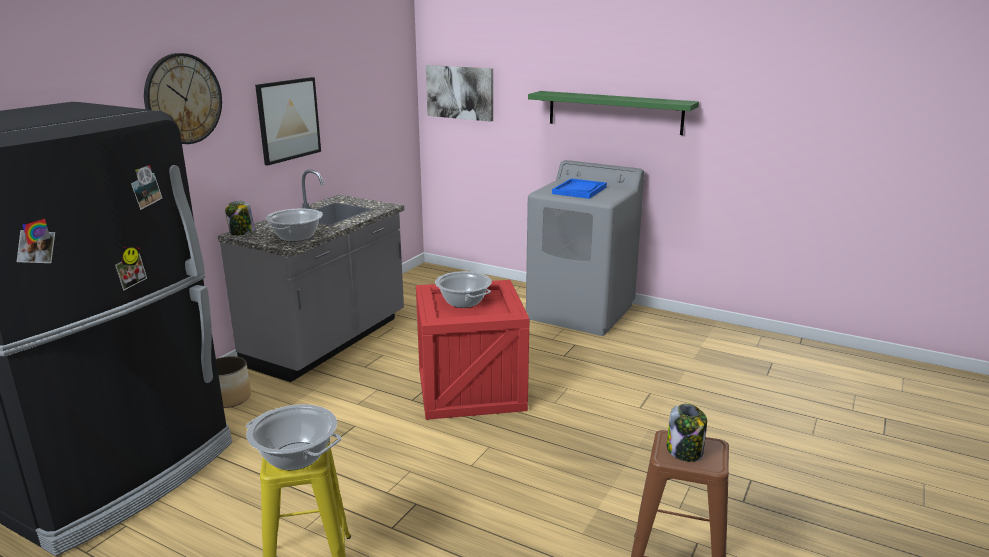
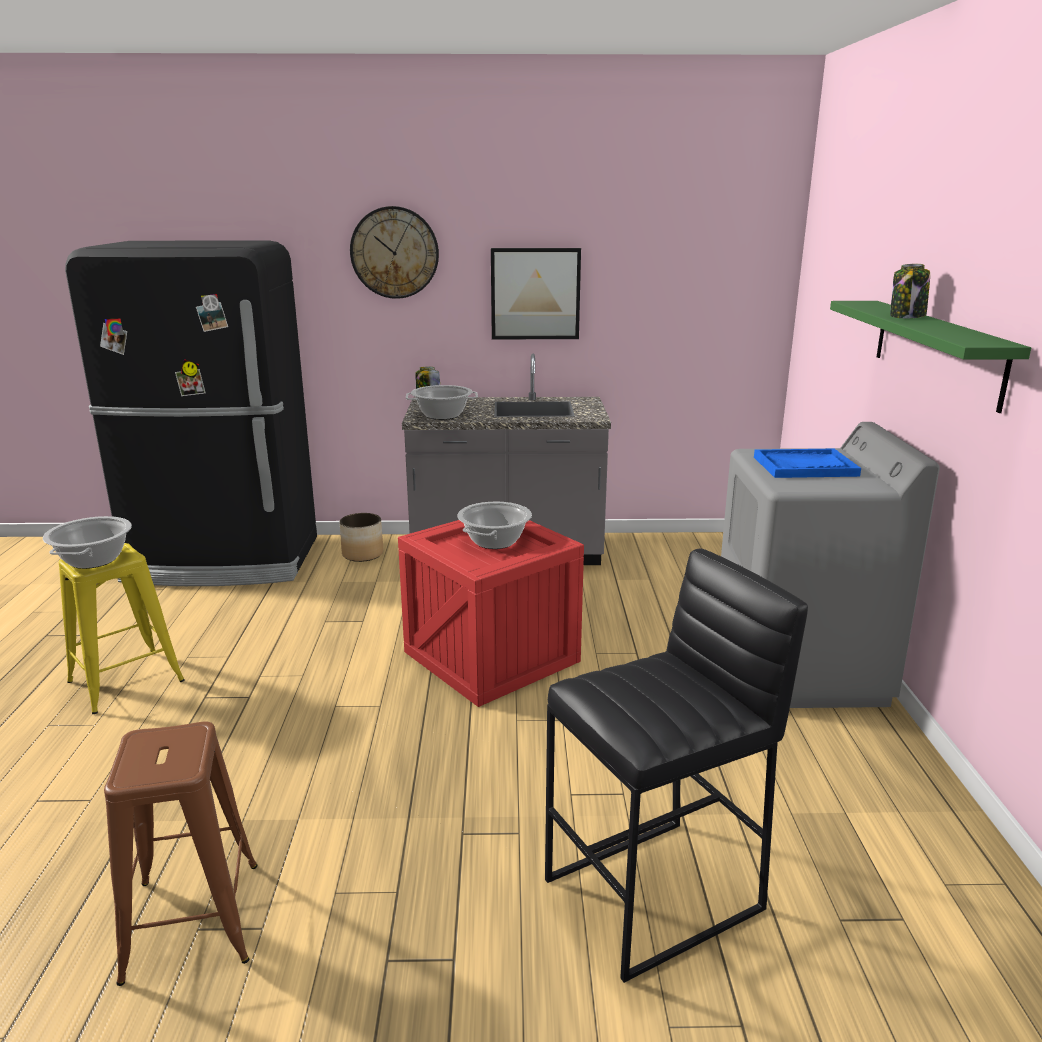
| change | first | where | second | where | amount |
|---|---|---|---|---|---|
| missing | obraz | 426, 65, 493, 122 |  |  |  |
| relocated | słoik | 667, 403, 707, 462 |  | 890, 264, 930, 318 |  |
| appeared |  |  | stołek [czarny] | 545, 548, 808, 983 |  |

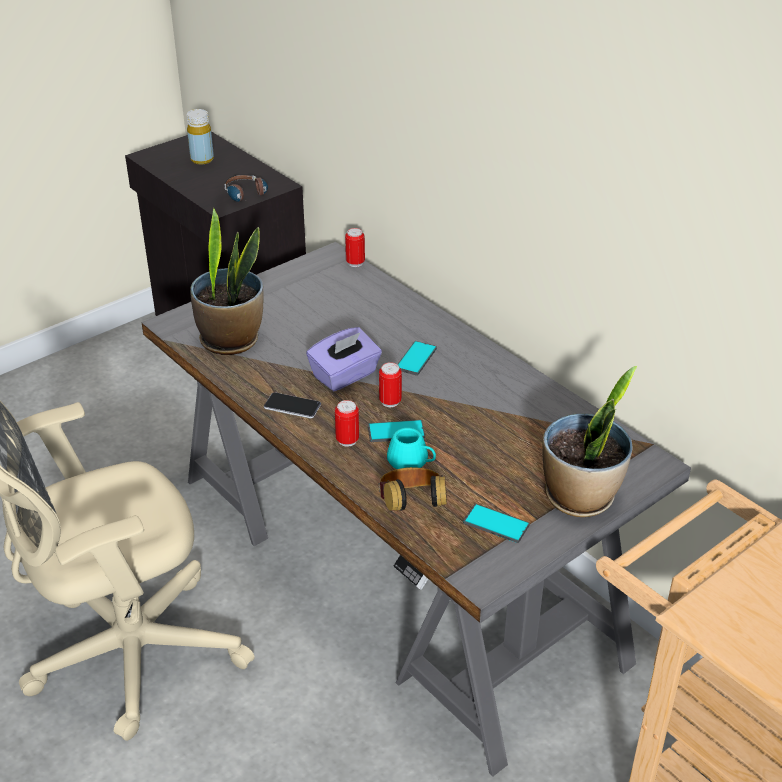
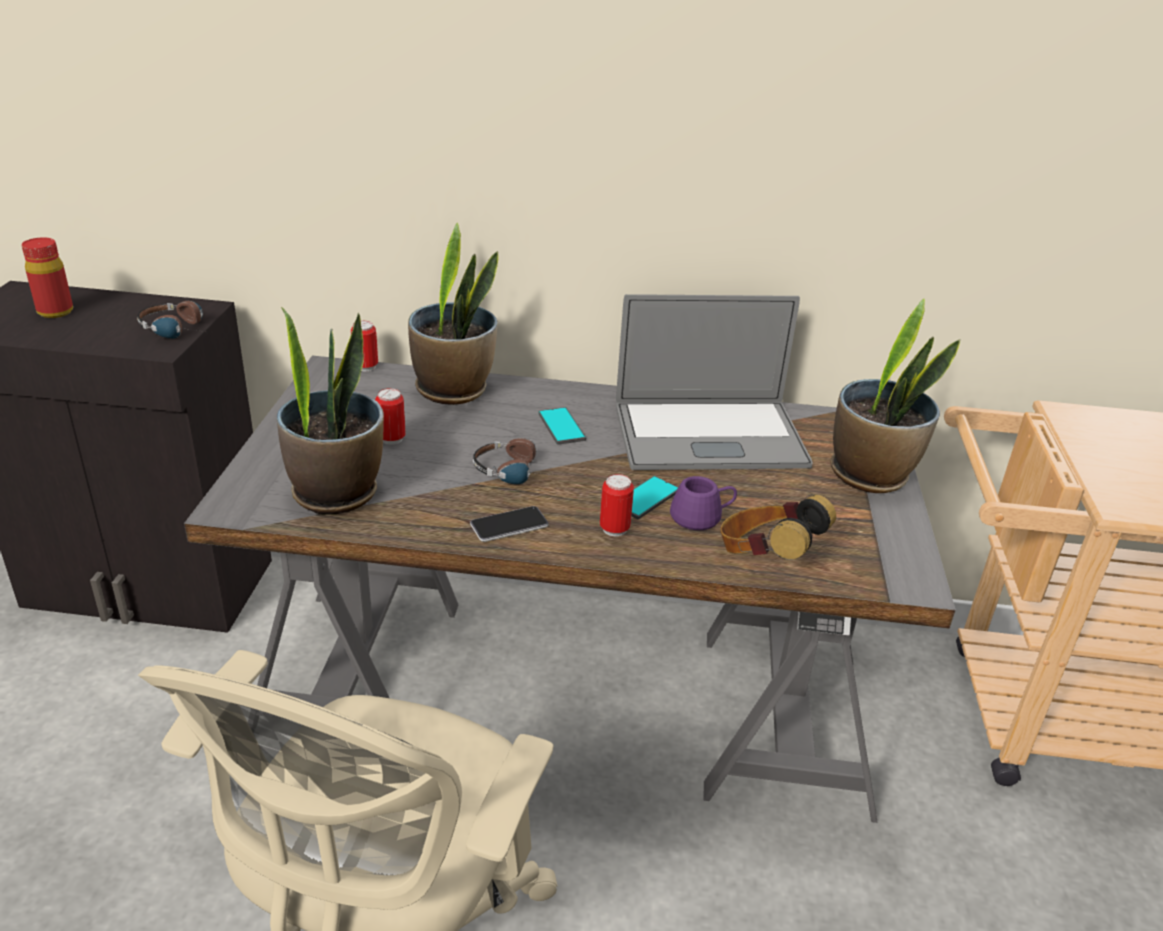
| change | first | where | second | where | amount |
|---|---|---|---|---|---|
| colour | butelka [żółty] | 187, 109, 214, 164 | butelka [czerwony] | 22, 237, 73, 318 |  |
| exchanged | pudełko chusteczek [fioletowy] | 306, 327, 382, 391 | słuchawki | 473, 438, 554, 484 |  |
| relocated | puszka | 379, 362, 402, 407 |  | 375, 388, 406, 445 |  |
| colour | kubek [turkusowy] | 387, 428, 436, 469 | kubek [fioletowy] | 670, 476, 737, 530 |  |
| missing | telefon | 463, 504, 530, 543 |  |  |  |
| appeared |  |  | roślina doniczkowa | 408, 223, 499, 405 |  |
| appeared |  |  | laptop | 616, 294, 813, 470 |  |

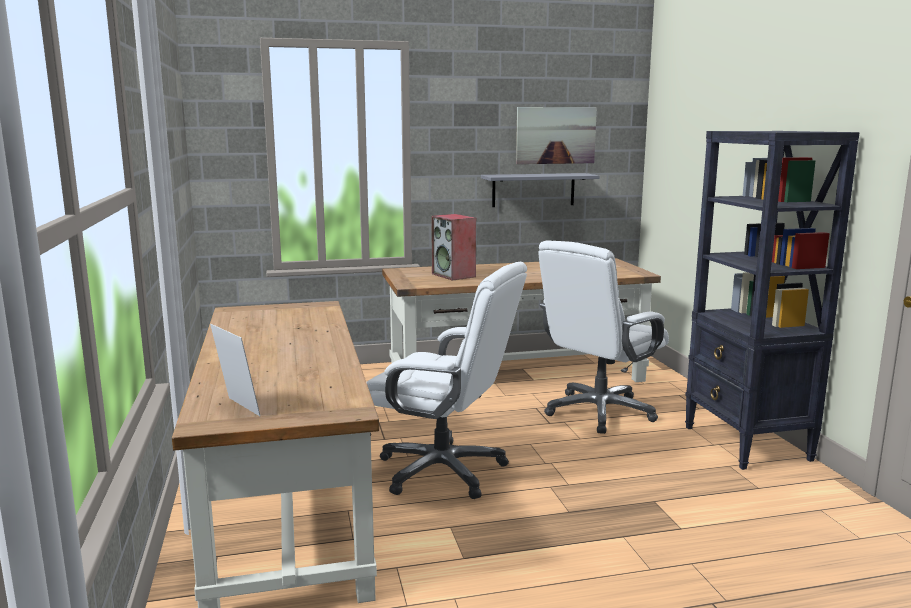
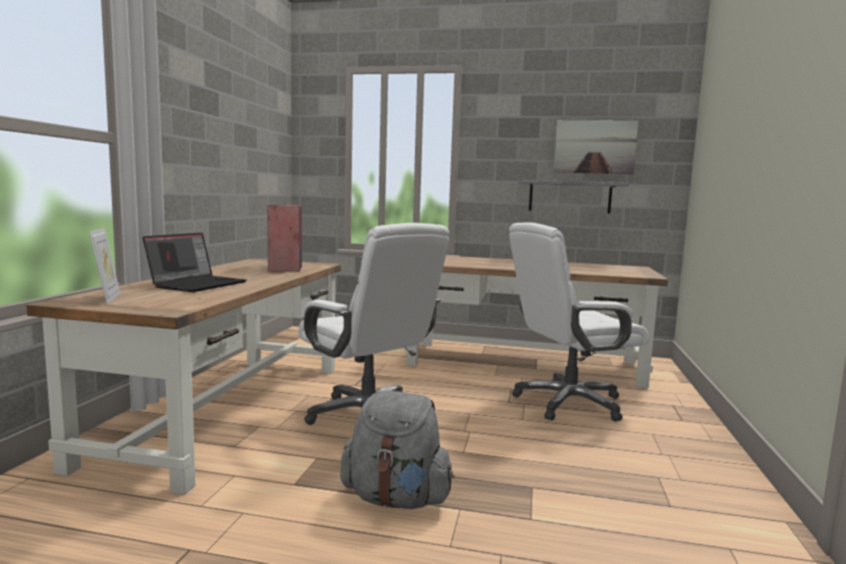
| change | first | where | second | where | amount |
|---|---|---|---|---|---|
| missing | regał [czarny] | 685, 131, 860, 470 |  |  |  |
| relocated | głośnik | 431, 214, 476, 281 |  | 267, 204, 302, 272 |  |
| appeared |  |  | laptop | 143, 233, 246, 292 |  |
| appeared |  |  | plecak [szary] | 340, 390, 455, 509 |  |

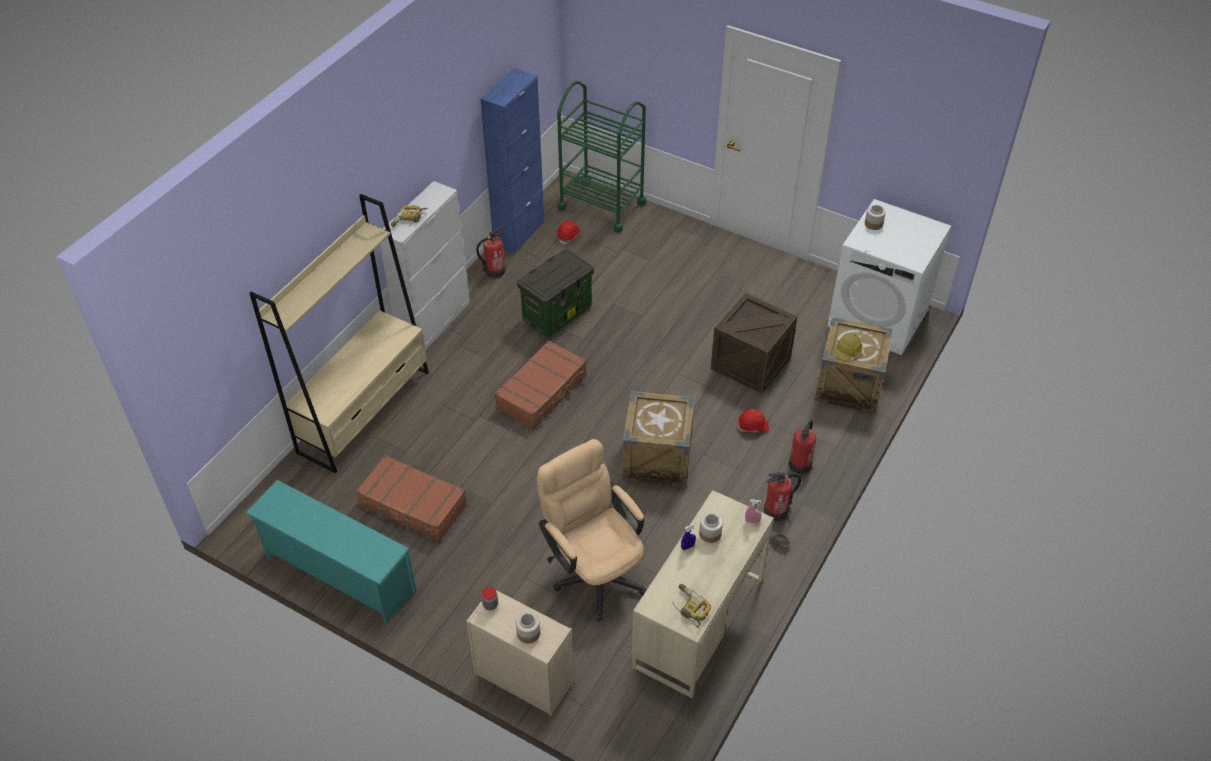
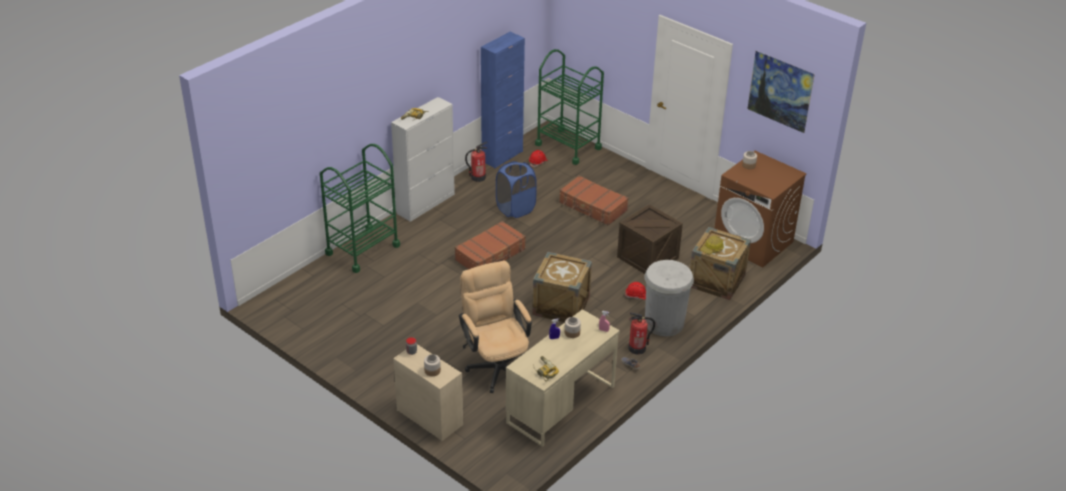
| change | first | where | second | where | amount |
|---|---|---|---|---|---|
| exchanged | regał [beżowy] | 249, 194, 429, 473 | wózek [zielony] | 320, 144, 400, 273 |  |
| colour | pralka [biały] | 828, 199, 951, 355 | pralka [brązowy] | 714, 151, 807, 267 |  |
| exchanged | pojemnik do przechowywania | 517, 249, 594, 337 | kosz na pranie [niebieski] | 496, 161, 537, 218 |  |
| exchanged | gaśnica | 788, 420, 816, 474 | kosz na śmieci [biały] | 645, 260, 694, 336 |  |
| relocated | walizka [brązowy] | 356, 455, 467, 542 |  | 559, 175, 629, 226 |  |
| missing | regał na buty [turkusowy] | 245, 480, 416, 624 |  |  |  |
| appeared |  |  | obraz | 747, 51, 815, 133 |  |

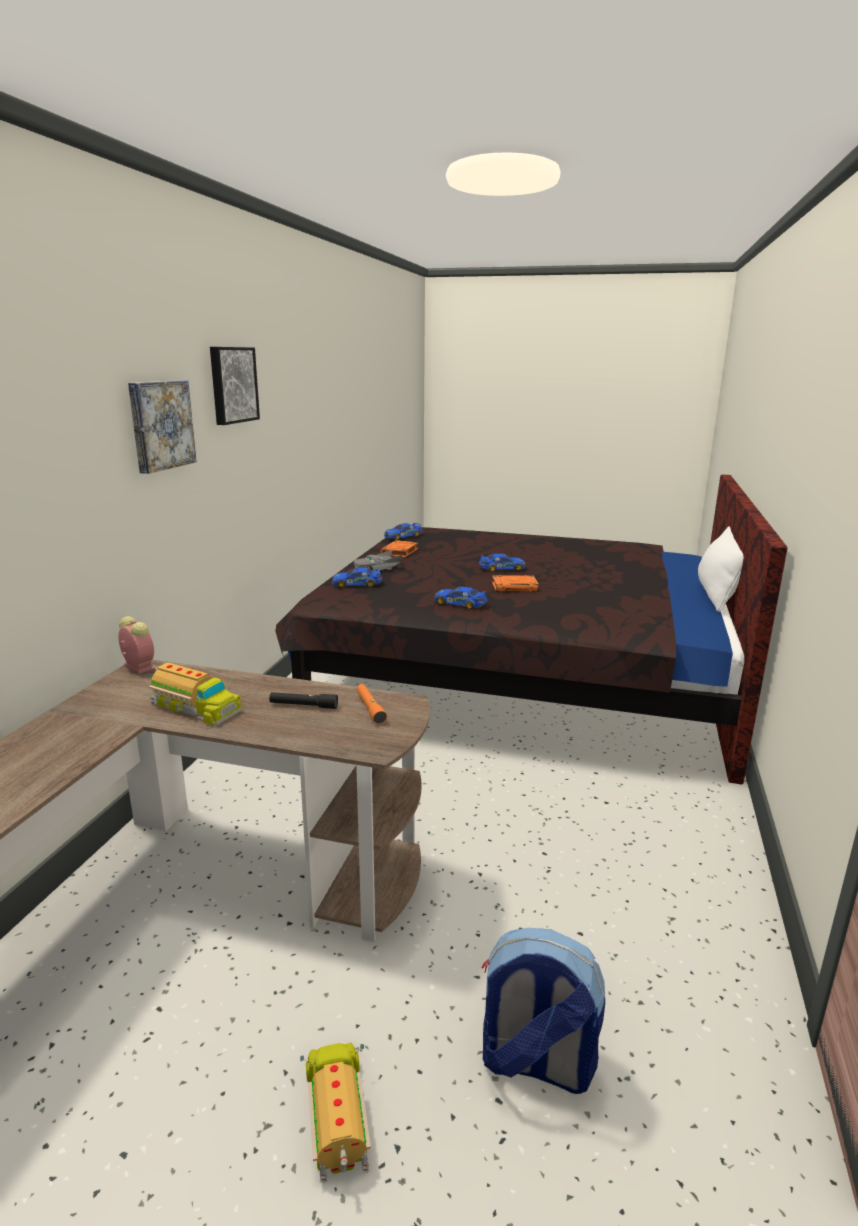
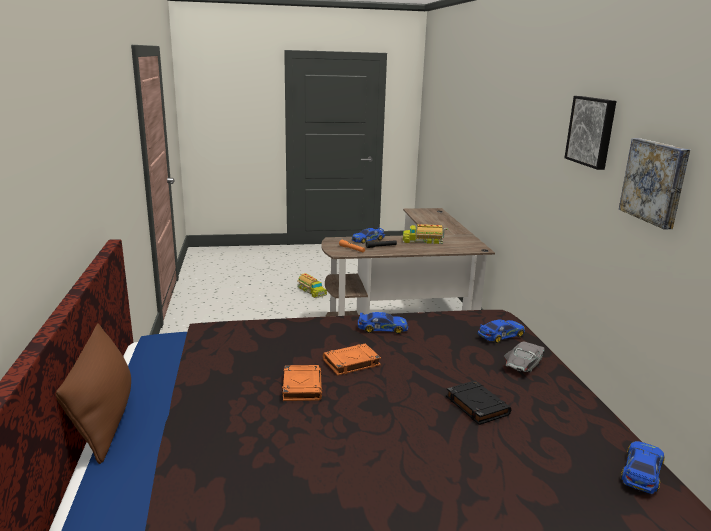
| change | first | where | second | where | amount |
|---|---|---|---|---|---|
| relocated | obraz | 128, 380, 197, 474 |  | 619, 138, 690, 229 |  |
| colour | poduszka [biały] | 698, 526, 743, 612 | poduszka [brązowy] | 56, 323, 131, 464 |  |
| relocated | książka [pomarańczowy] | 380, 540, 418, 557 |  | 282, 365, 322, 401 |  |
| relocated | samochodzik | 479, 554, 526, 572 |  | 352, 228, 385, 244 |  |
| missing | budzik | 118, 616, 154, 674 |  |  |  |
| missing | plecak | 482, 928, 605, 1094 |  |  |  |
| appeared |  |  | książka [czarny] | 446, 380, 511, 425 |  |

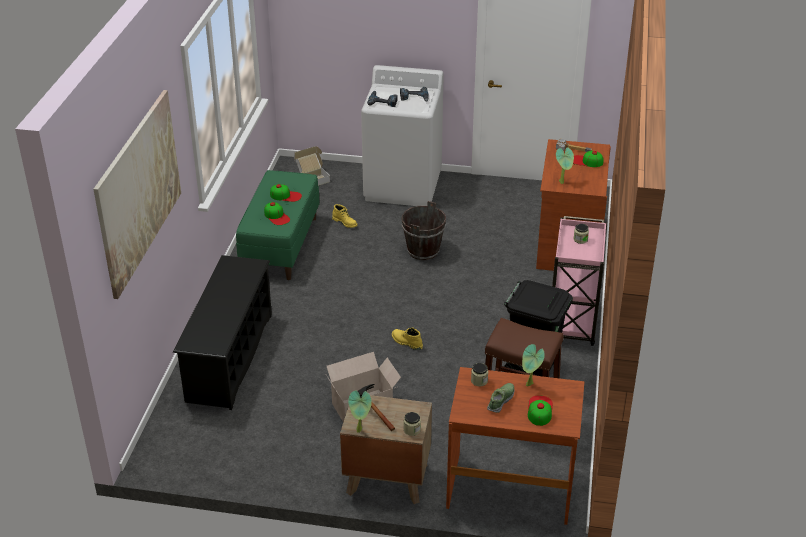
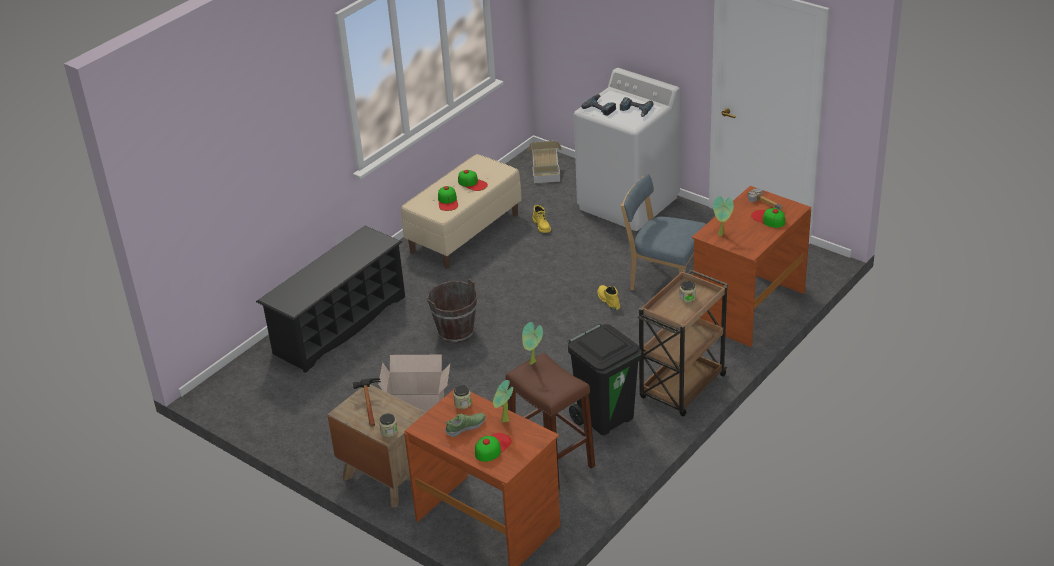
| change | first | where | second | where | amount |
|---|---|---|---|---|---|
| missing | obraz | 93, 90, 181, 299 |  |  |  |
| colour | ławka [zielony] | 236, 170, 320, 280 | ławka [beżowy] | 401, 154, 522, 268 |  |
| relocated | wiadro [brązowy] | 402, 201, 446, 260 |  | 427, 279, 478, 343 |  |
| colour | wózek [różowy] | 552, 216, 607, 346 | wózek [brązowy] | 637, 269, 728, 417 |  |
| relocated | but z cholewką [żółty] | 392, 327, 423, 350 |  | 598, 285, 620, 310 |  |
| relocated | roślina doniczkowa | 348, 391, 372, 433 |  | 522, 322, 543, 365 |  |
| appeared |  |  | krzesło [niebieski] | 621, 174, 706, 290 |  |

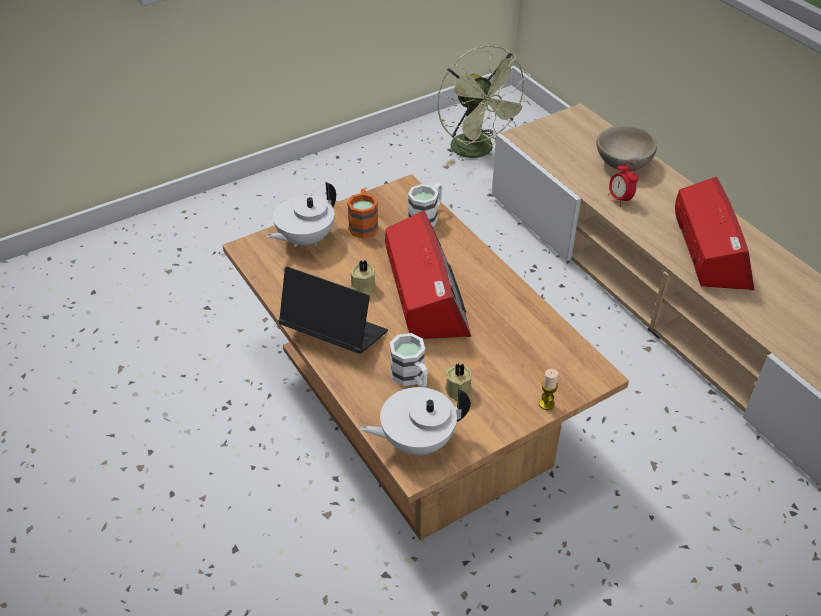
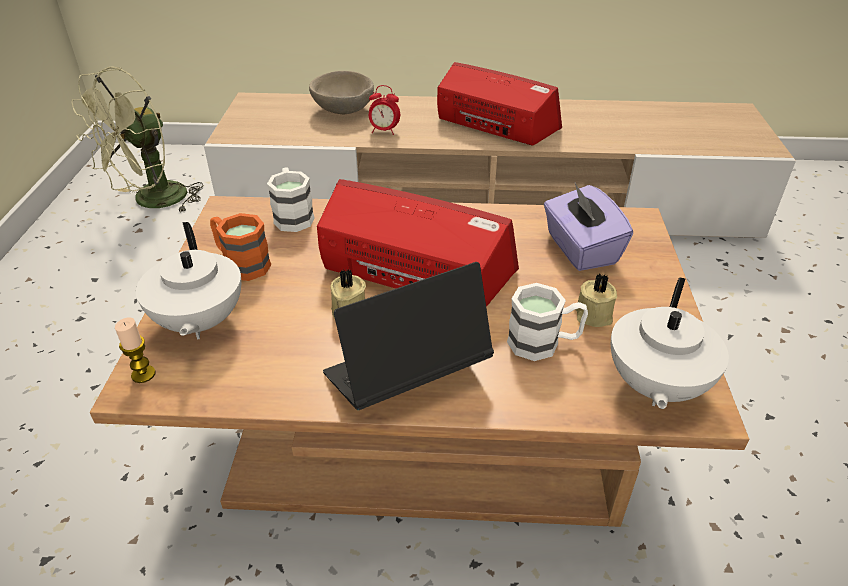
| change | first | where | second | where | amount |
|---|---|---|---|---|---|
| spun | wentylator [zielony] | 437, 45, 531, 165 |  | 71, 66, 203, 213 | 120 degrees clockwise |
| relocated | świeca | 539, 369, 558, 410 |  | 115, 317, 156, 383 |  |
| appeared |  |  | pudełko chusteczek [fioletowy] | 544, 183, 633, 271 |  |

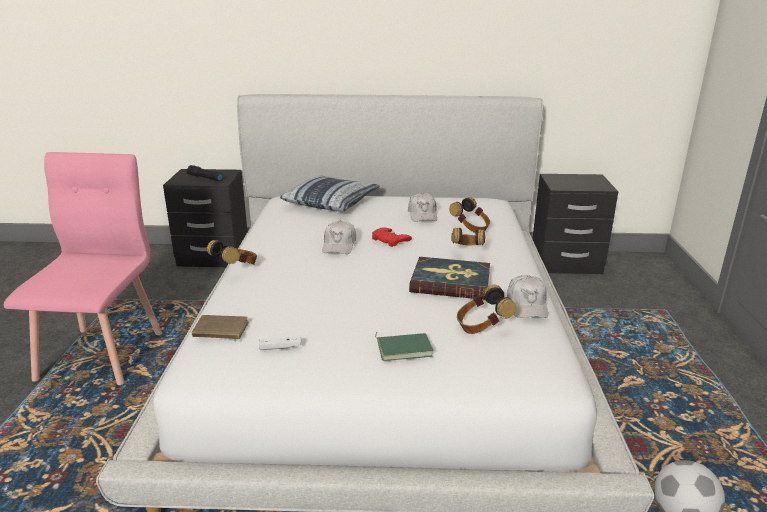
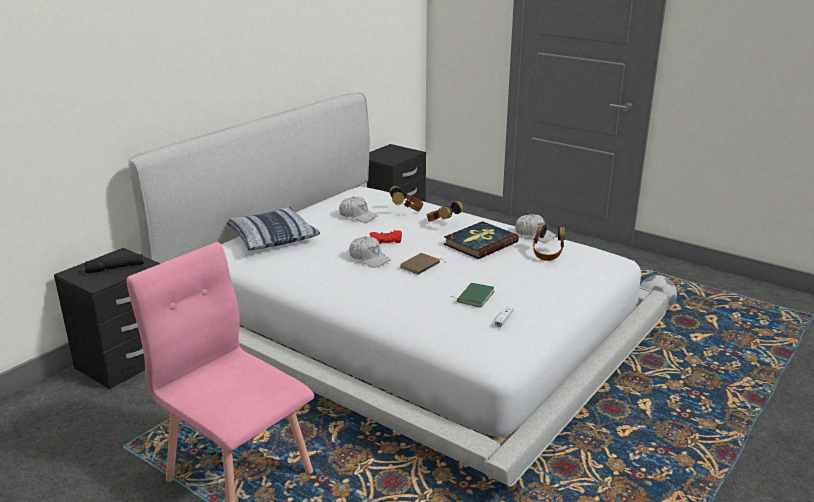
| change | first | where | second | where | amount |
|---|---|---|---|---|---|
| missing | słuchawki | 207, 240, 257, 265 |  |  |  |
| relocated | książka [brązowy] | 191, 315, 249, 342 |  | 400, 253, 446, 275 |  |
| relocated | książka [zielony] | 375, 332, 434, 361 |  | 454, 283, 495, 308 |  |

